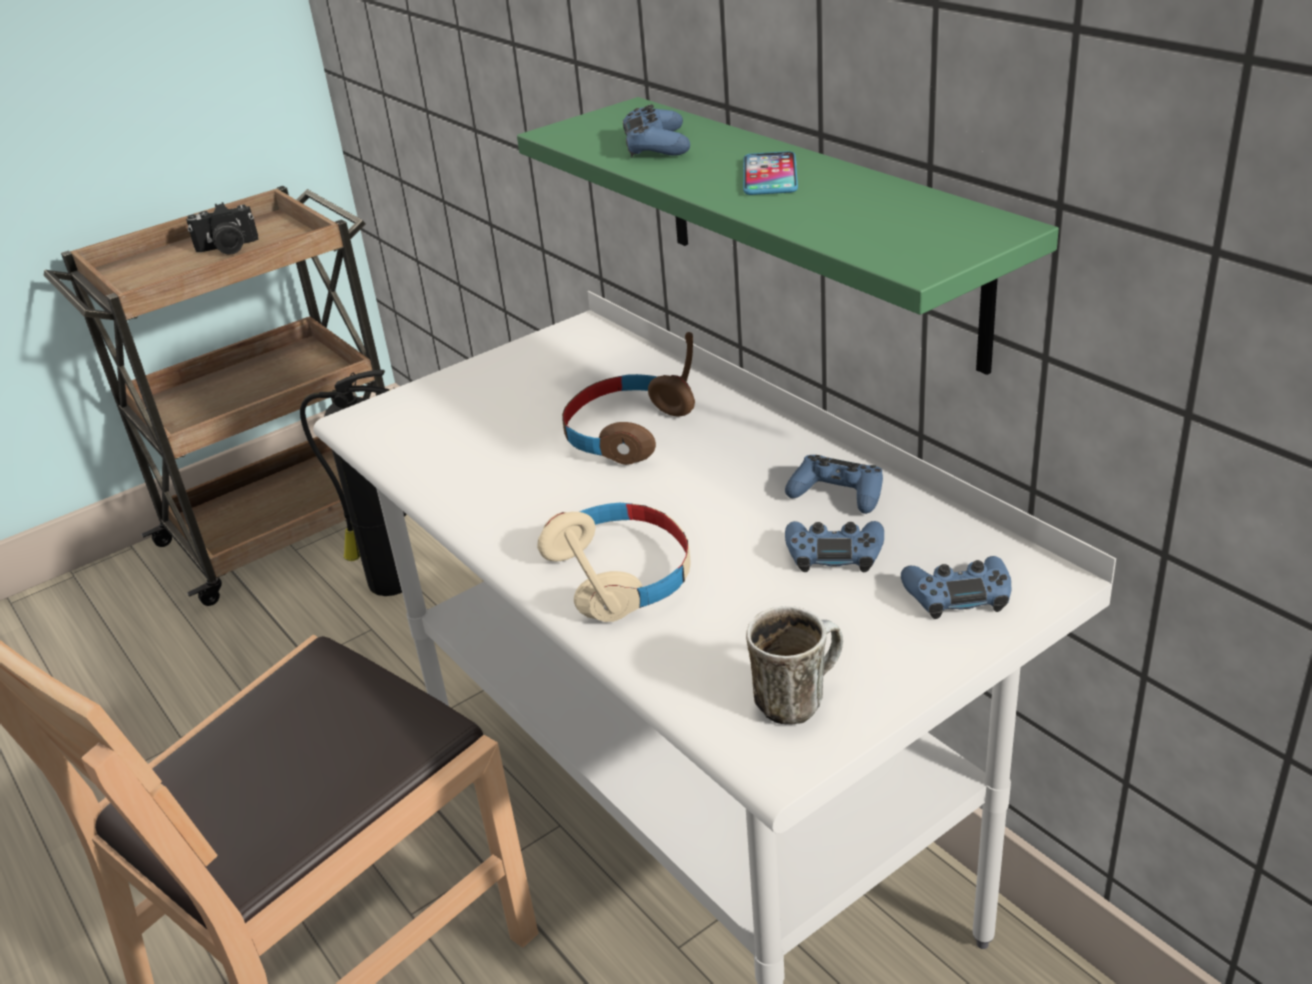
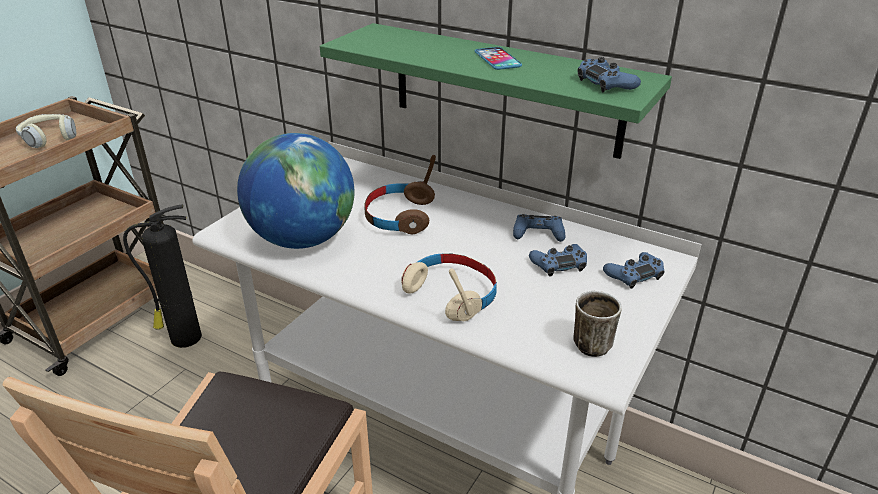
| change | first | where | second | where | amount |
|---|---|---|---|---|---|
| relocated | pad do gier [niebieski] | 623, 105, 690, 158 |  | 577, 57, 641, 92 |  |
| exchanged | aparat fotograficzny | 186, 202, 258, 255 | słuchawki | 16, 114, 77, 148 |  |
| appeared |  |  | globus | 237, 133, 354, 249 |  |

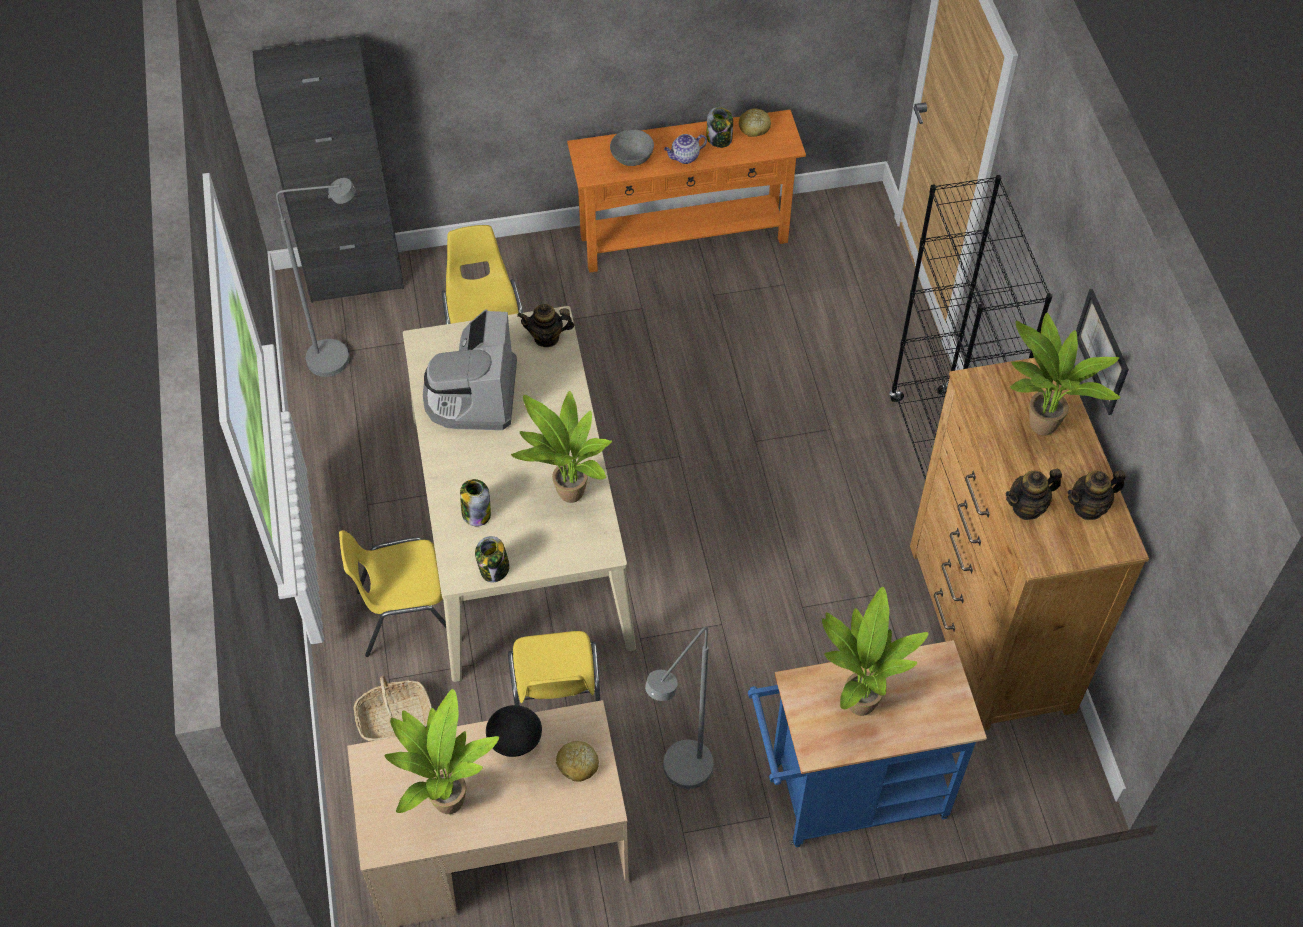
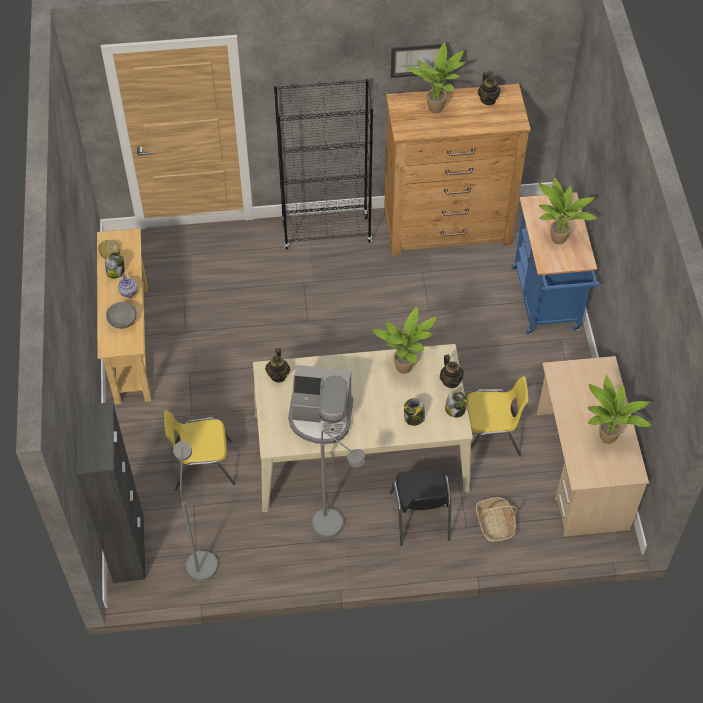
| change | first | where | second | where | amount |
|---|---|---|---|---|---|
| colour | stolik konsolowy [pomarańczowy] | 567, 110, 806, 273 | stolik konsolowy [beżowy] | 97, 228, 151, 405 |  |
| relocated | imbryk | 1006, 469, 1062, 520 |  | 440, 354, 464, 388 |  |
| colour | krzesło [żółty] | 339, 530, 446, 657 | krzesło [czarny] | 390, 469, 451, 546 |  |
| relocated | lampa stojąca [szary] | 645, 627, 713, 789 |  | 312, 430, 366, 538 |  |
| missing | miska [czarny] | 486, 705, 542, 757 |  |  |  |
| missing | chleb | 556, 741, 599, 782 |  |  |  |

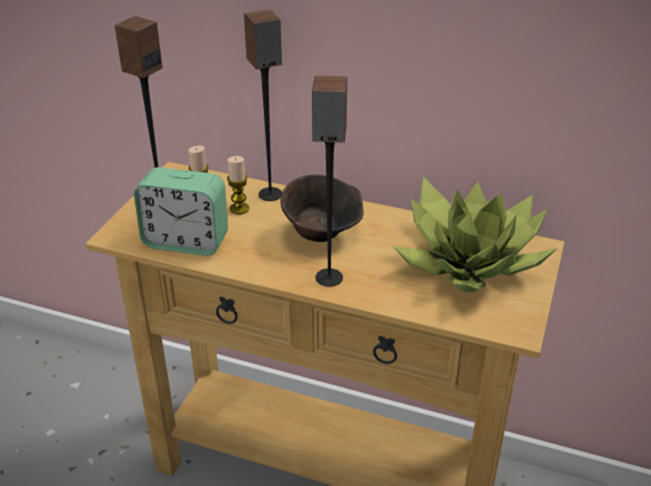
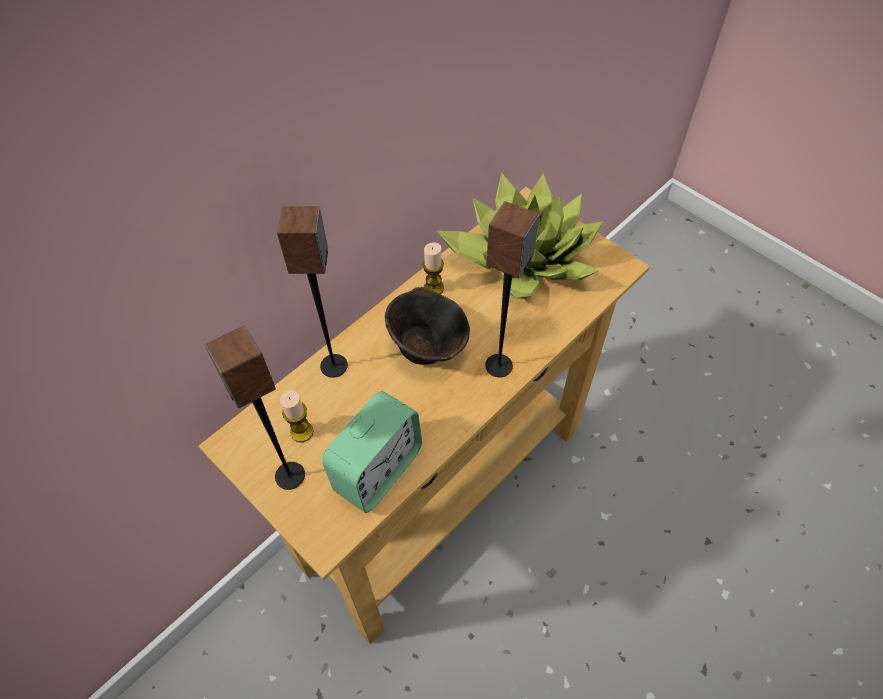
| change | first | where | second | where | amount |
|---|---|---|---|---|---|
| relocated | świeca | 227, 156, 249, 214 |  | 422, 242, 444, 294 |  |

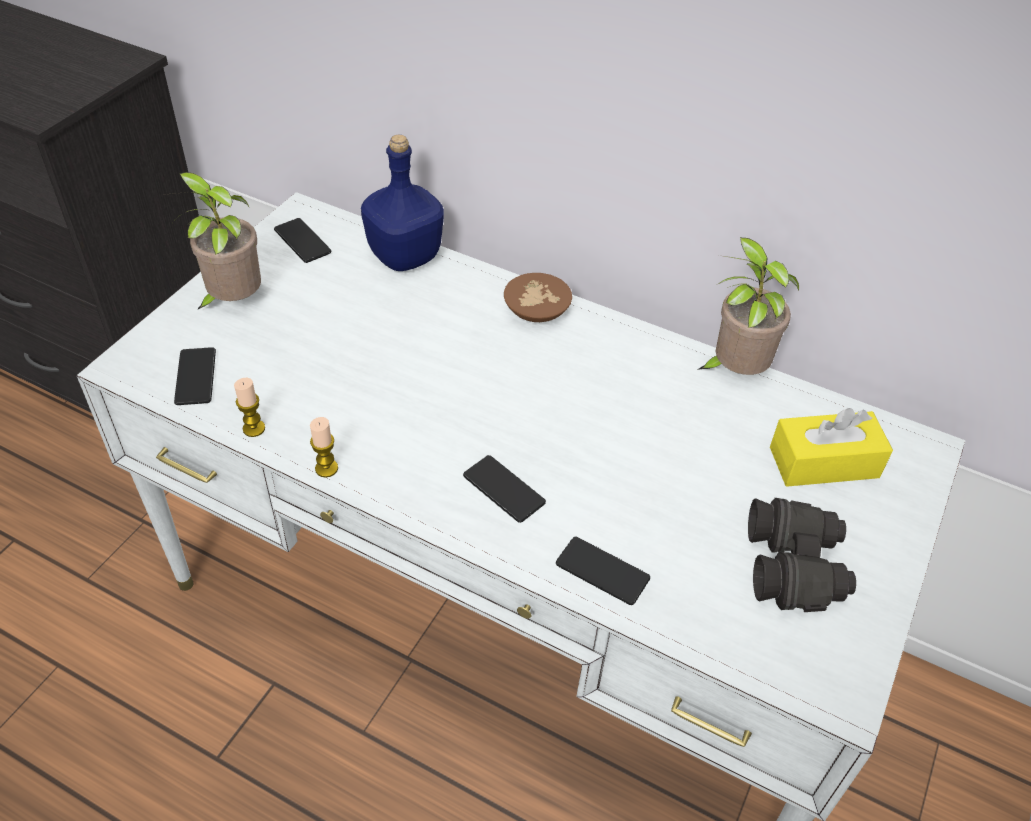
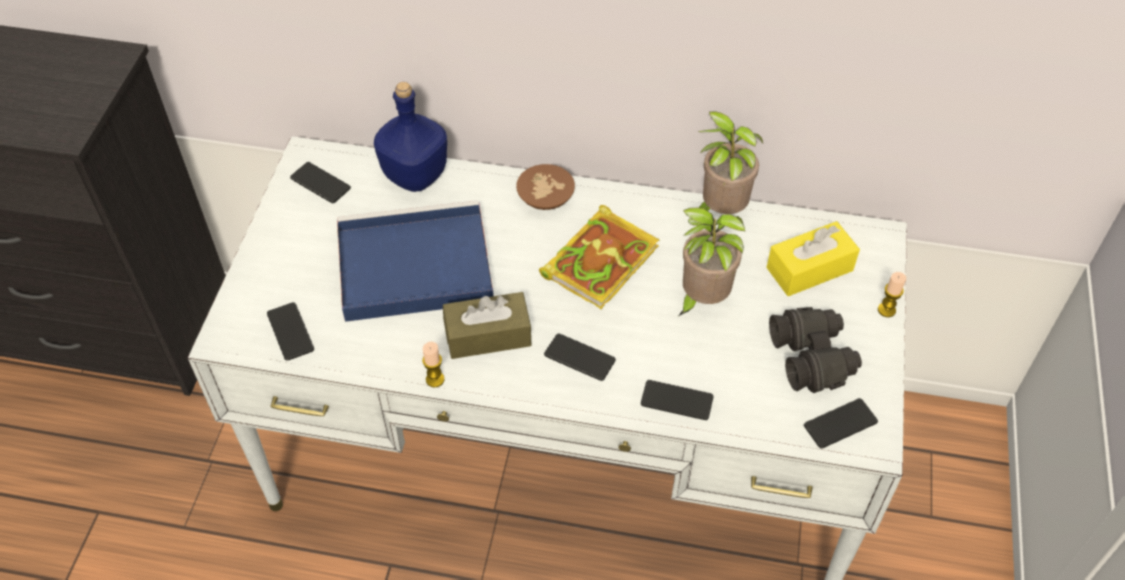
| change | first | where | second | where | amount |
|---|---|---|---|---|---|
| relocated | roślina doniczkowa | 163, 172, 261, 310 |  | 678, 208, 745, 316 |  |
| relocated | świeca | 234, 378, 265, 437 |  | 878, 272, 906, 317 |  |
| appeared |  |  | taca [niebieski] | 337, 200, 494, 322 |  |
| appeared |  |  | książka | 539, 205, 660, 309 |  |
| appeared |  |  | pudełko chusteczek [brązowy] | 443, 292, 531, 359 |  |
| appeared |  |  | telefon | 804, 398, 878, 448 |  |

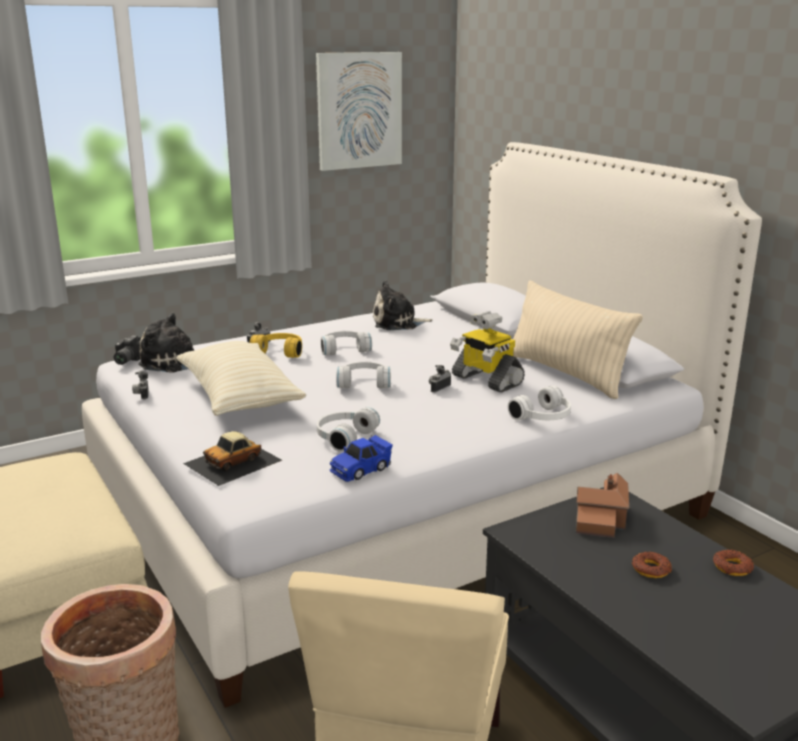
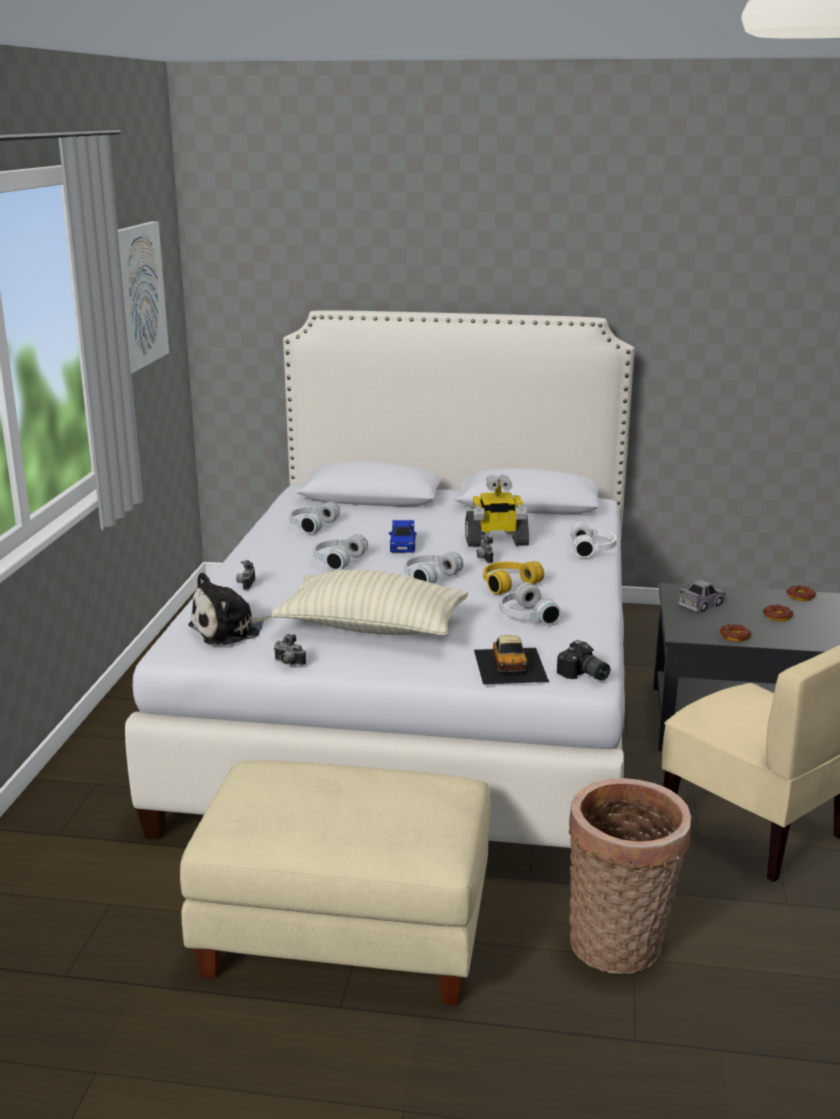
| change | first | where | second | where | amount |
|---|---|---|---|---|---|
| exchanged | pluszak | 373, 280, 433, 330 | słuchawki [biały] | 289, 502, 340, 534 |  |
| missing | poduszka [beżowy] | 513, 280, 643, 399 |  |  |  |
| relocated | słuchawki [żółty] | 250, 333, 302, 358 |  | 483, 561, 544, 594 |  |
| relocated | aparat fotograficzny | 114, 335, 141, 365 |  | 557, 640, 610, 680 |  |
| relocated | samochodzik [niebieski] | 330, 435, 393, 482 |  | 389, 519, 417, 553 |  |
| exchanged | domek | 576, 473, 629, 538 | samochodzik [szary] | 679, 580, 726, 612 |  |
| appeared |  |  | donut | 720, 624, 751, 642 |  |

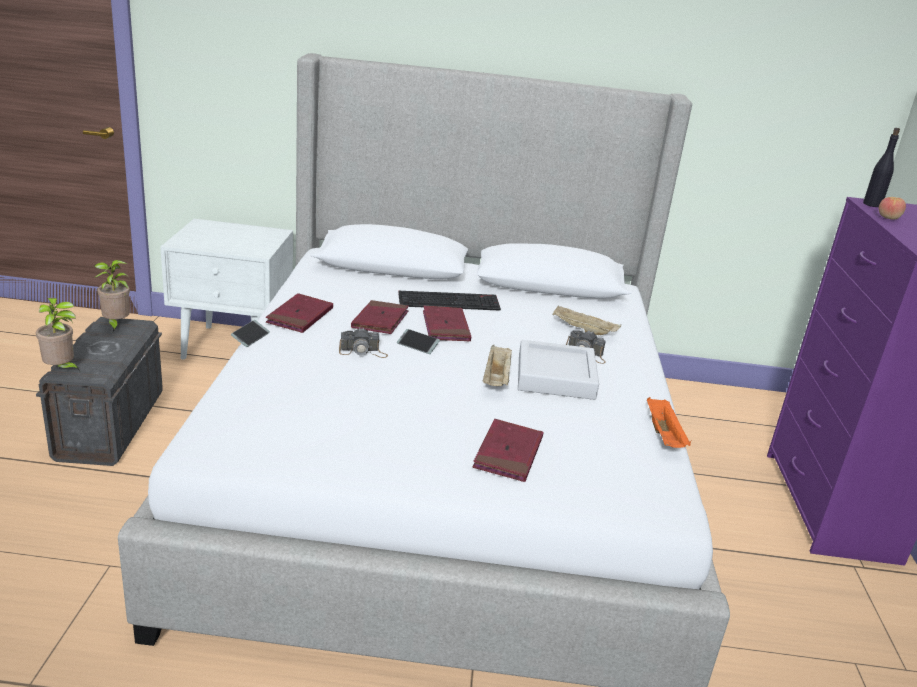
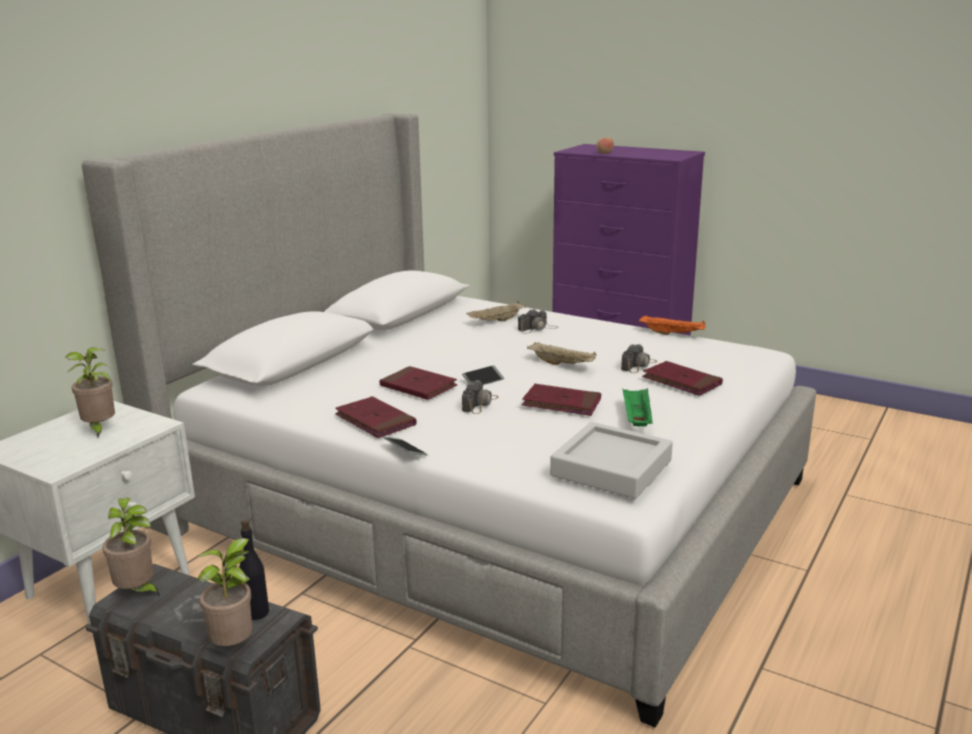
| change | first | where | second | where | amount |
|---|---|---|---|---|---|
| relocated | butelka [czarny] | 863, 128, 900, 207 |  | 239, 519, 269, 620 |  |
| missing | klawiatura | 398, 291, 501, 311 |  |  |  |
| relocated | książka [czerwony] | 423, 306, 471, 342 |  | 522, 384, 601, 416 |  |
| relocated | taca [szary] | 518, 340, 599, 400 |  | 550, 422, 673, 499 |  |
| appeared |  |  | aparat fotograficzny | 621, 344, 657, 373 |  |
| appeared |  |  | roślina doniczkowa | 66, 347, 115, 438 |  |
| appeared |  |  | taca [zielony] | 622, 388, 653, 426 |  |

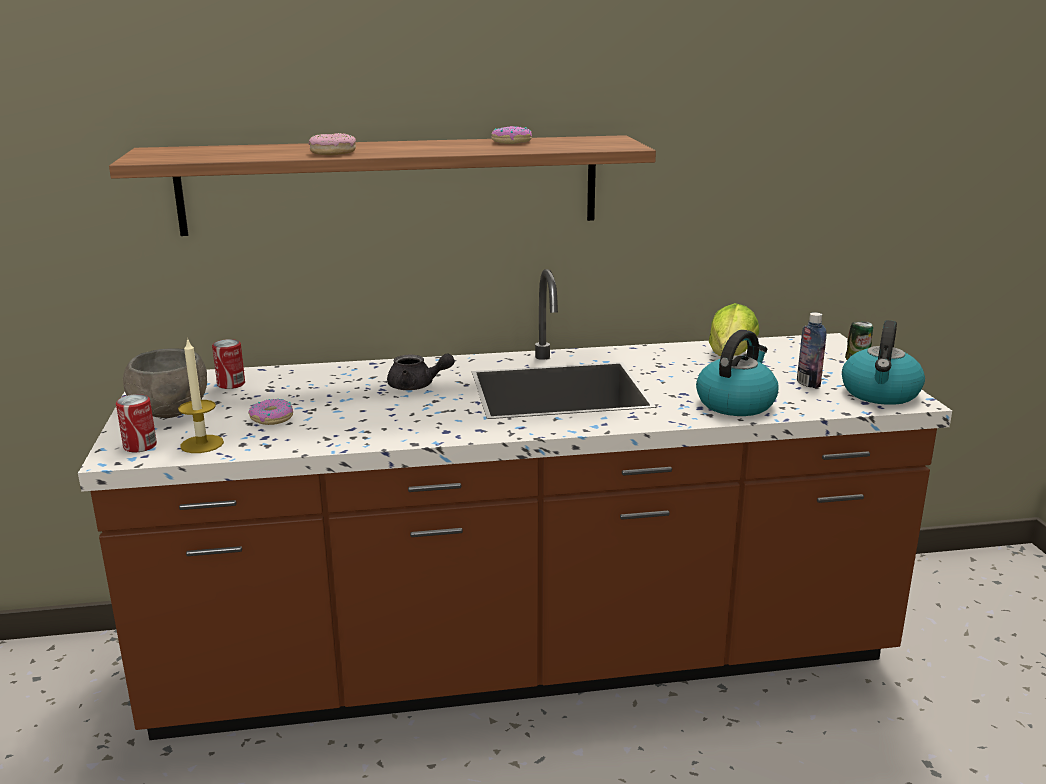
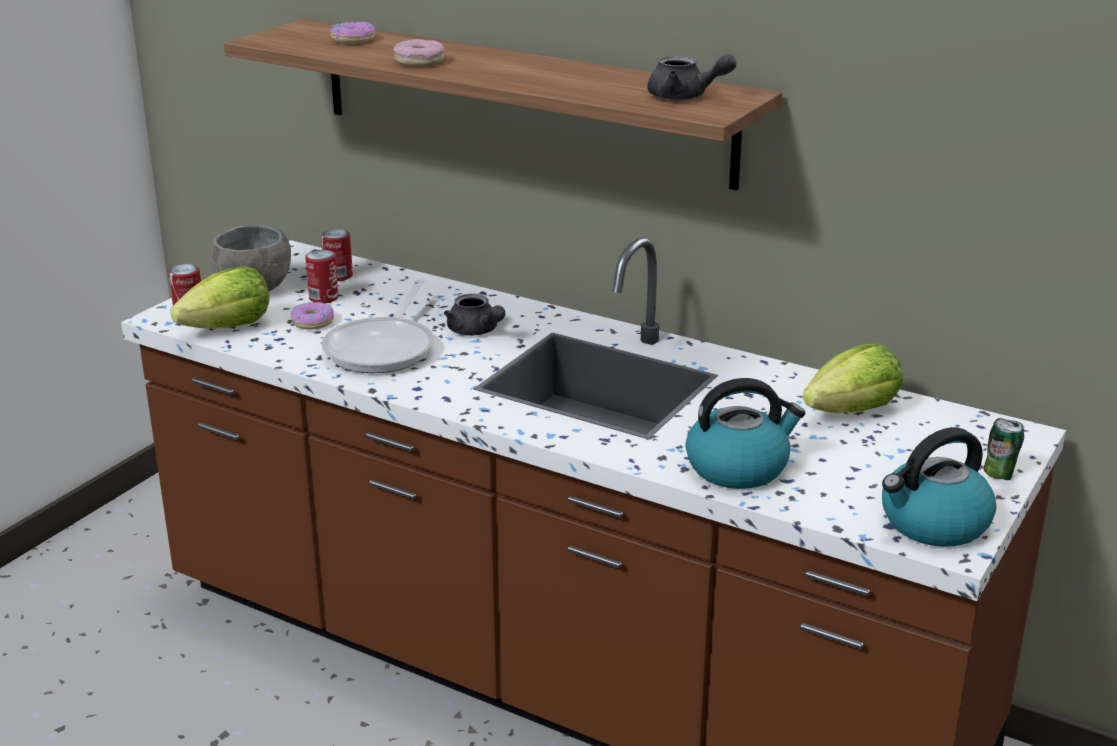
| change | first | where | second | where | amount |
|---|---|---|---|---|---|
| relocated | donut | 491, 126, 532, 144 |  | 330, 22, 376, 43 |  |
| missing | butelka | 797, 312, 827, 388 |  |  |  |
| exchanged | świeca | 178, 337, 224, 453 | sałata | 171, 266, 269, 328 |  |
| appeared |  |  | imbryk [szary] | 647, 54, 736, 100 |  |
| appeared |  |  | puszka | 305, 250, 338, 303 |  |
| appeared |  |  | patelnia | 321, 278, 434, 373 |  |

